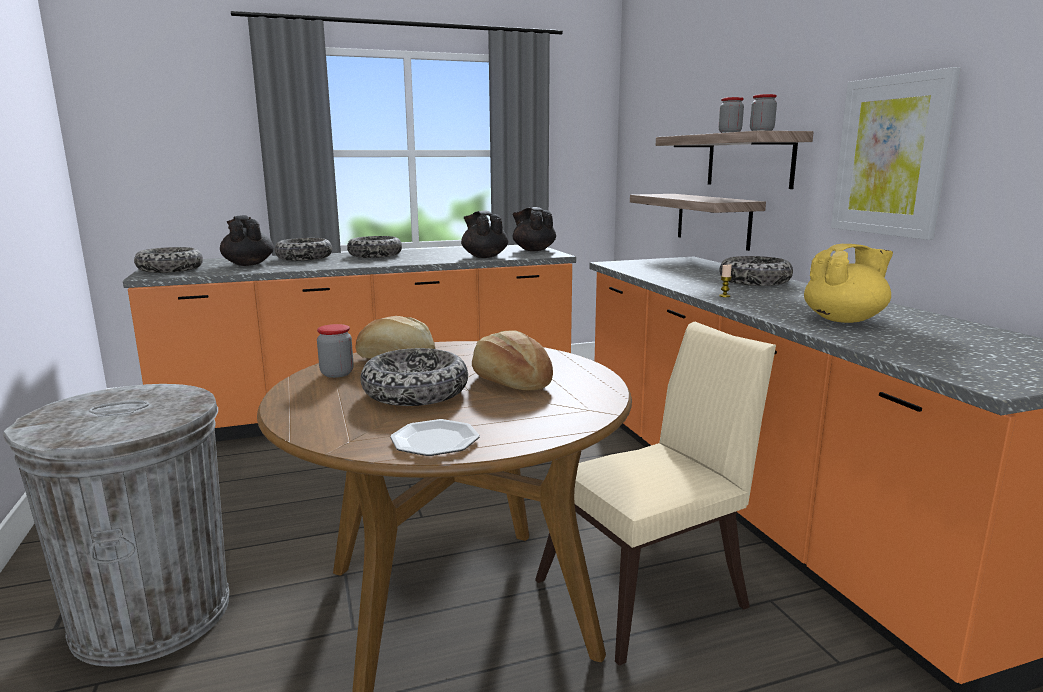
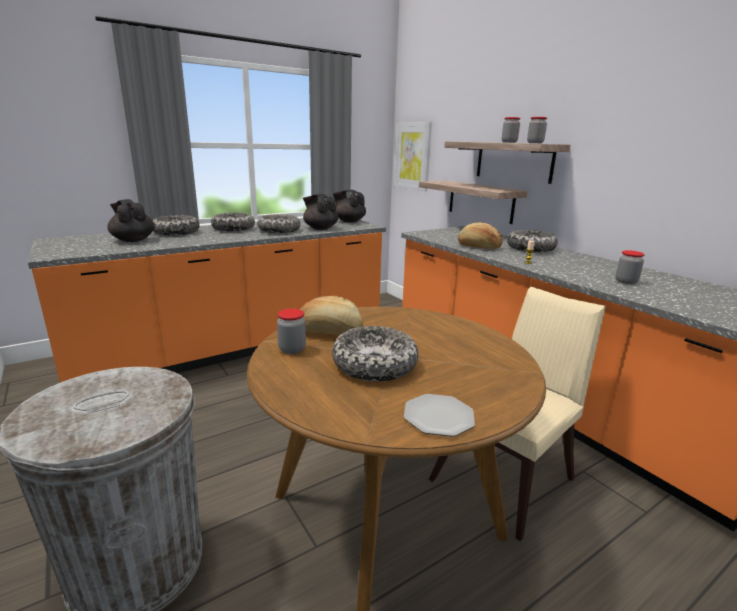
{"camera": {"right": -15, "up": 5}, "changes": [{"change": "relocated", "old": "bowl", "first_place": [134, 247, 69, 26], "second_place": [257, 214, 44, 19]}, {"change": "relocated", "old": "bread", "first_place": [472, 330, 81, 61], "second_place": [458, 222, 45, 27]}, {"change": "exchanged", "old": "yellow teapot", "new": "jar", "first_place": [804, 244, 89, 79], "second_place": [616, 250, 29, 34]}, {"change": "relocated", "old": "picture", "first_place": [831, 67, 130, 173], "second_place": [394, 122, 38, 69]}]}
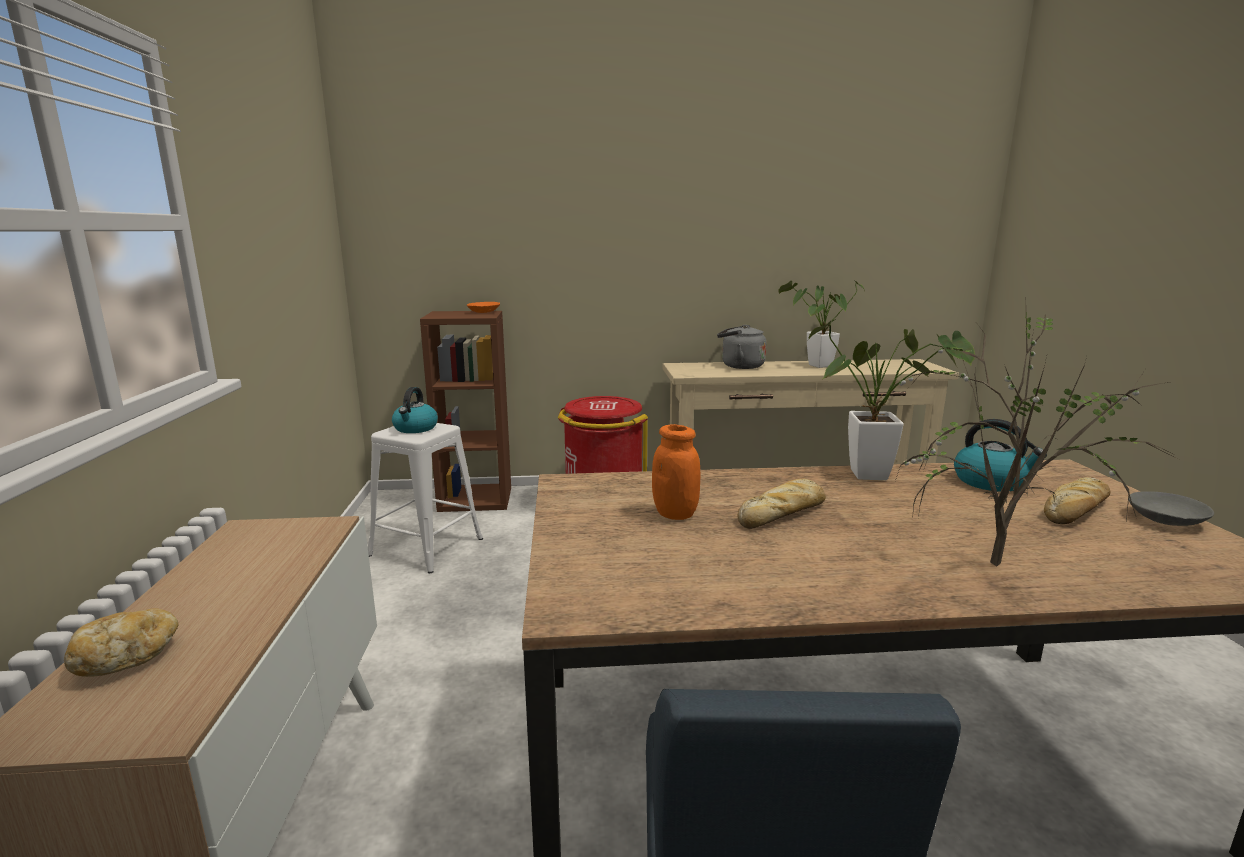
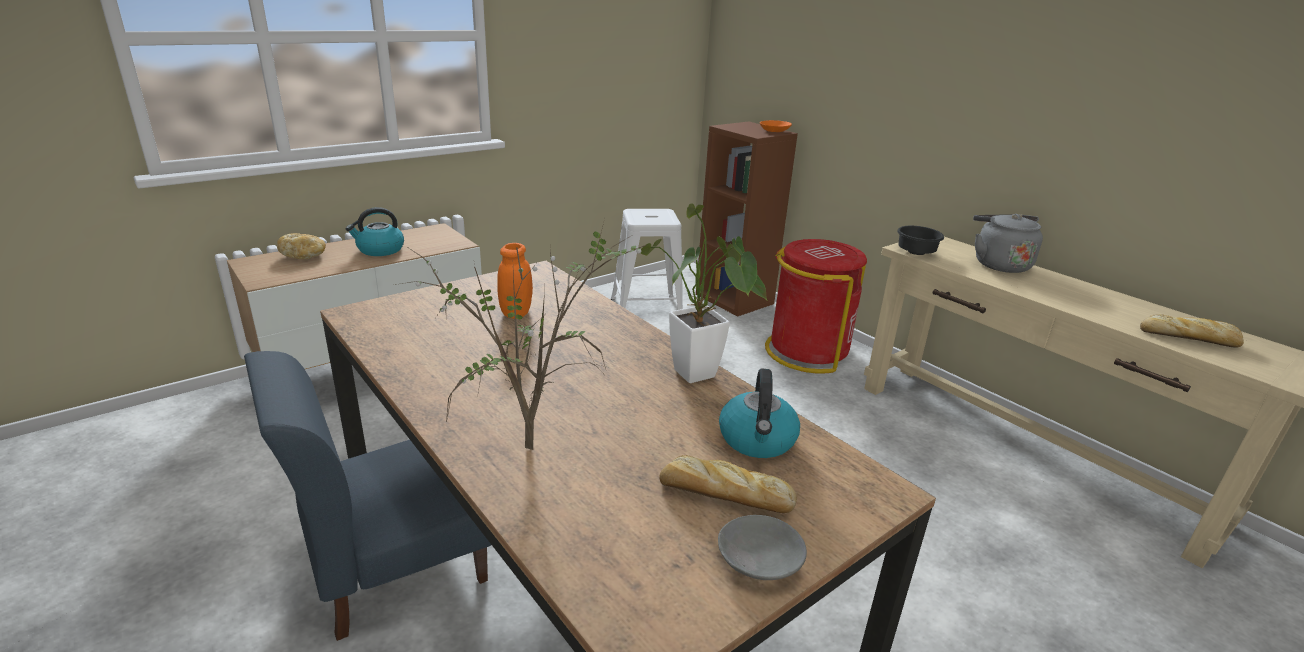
{"camera": {"right": 55, "up": 10}, "changes": [{"change": "relocated", "old": "kettle", "first_place": [392, 387, 46, 46], "second_place": [346, 207, 58, 49]}, {"change": "relocated", "old": "bread", "first_place": [737, 479, 89, 50], "second_place": [1140, 314, 104, 34]}, {"change": "missing", "old": "potted plant", "first_place": [778, 280, 87, 88]}, {"change": "appeared", "new": "black bowl", "second_place": [897, 226, 47, 29]}]}
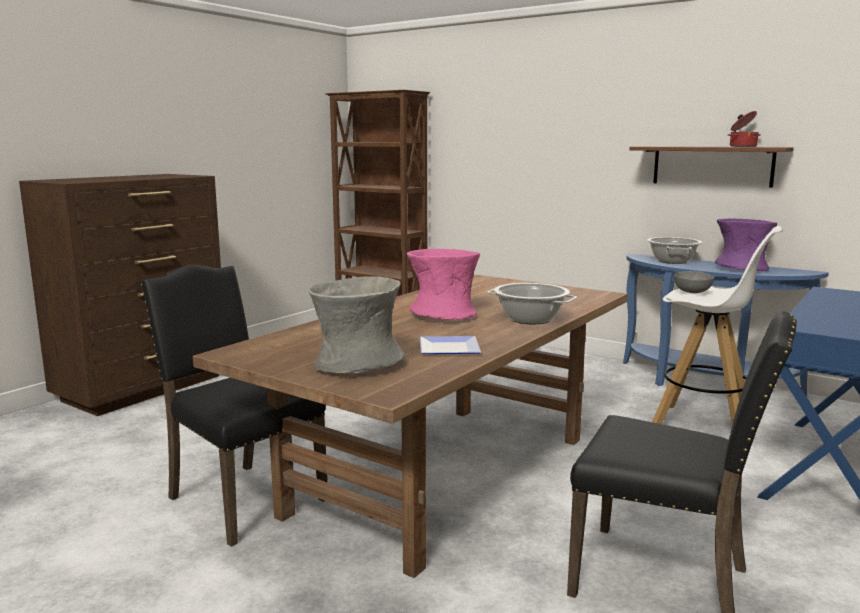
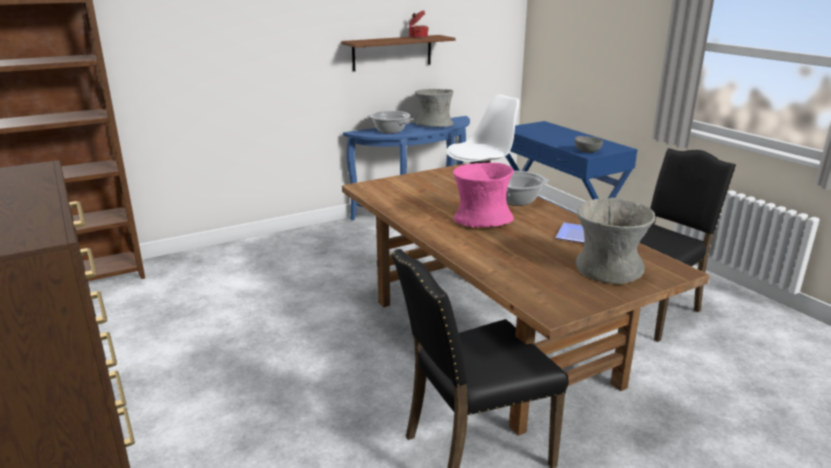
{"camera": {"right": -65, "up": 10}, "changes": [{"change": "relocated", "old": "grey bowl", "first_place": [674, 271, 40, 22], "second_place": [575, 136, 28, 17]}, {"change": "colour", "old": "purple vase", "new": "grey vase", "first_place": [715, 219, 62, 52], "second_place": [415, 89, 39, 38]}]}
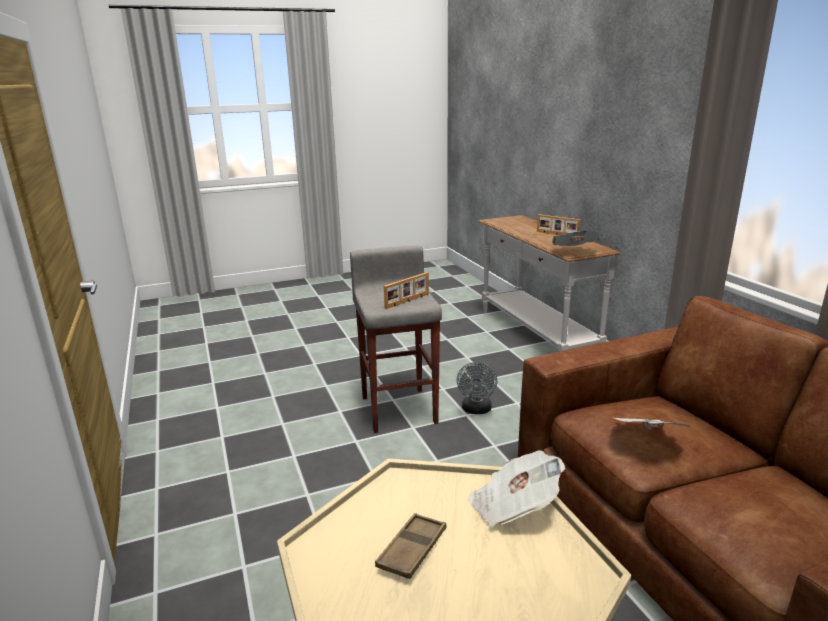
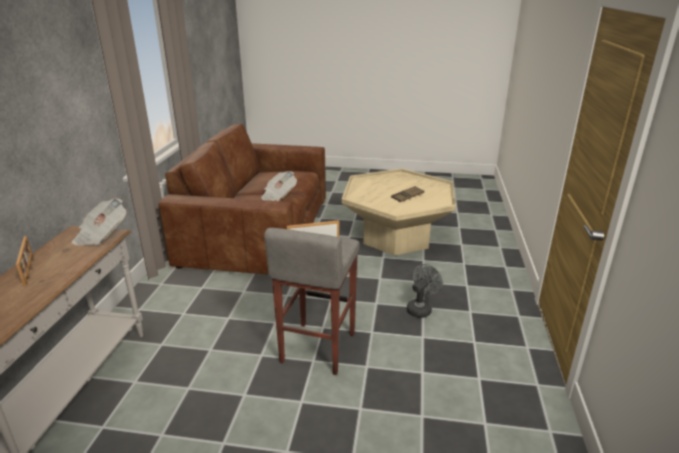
{"camera": {"right": -150, "up": 5}, "changes": [{"change": "relocated", "old": "grey fan", "first_place": [457, 362, 40, 52], "second_place": [407, 264, 36, 54]}, {"change": "missing", "old": "newspaper", "first_place": [468, 450, 97, 77]}]}
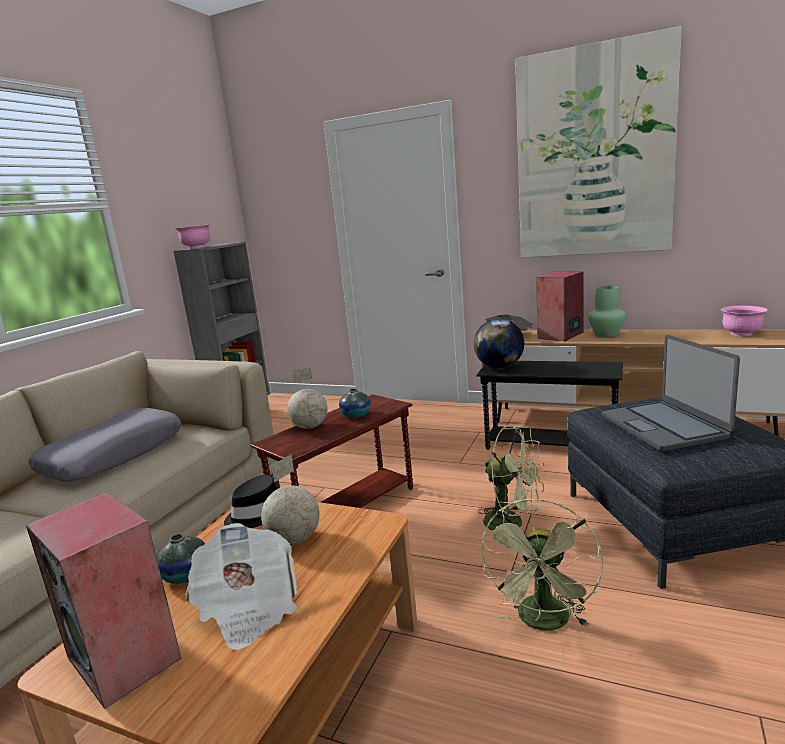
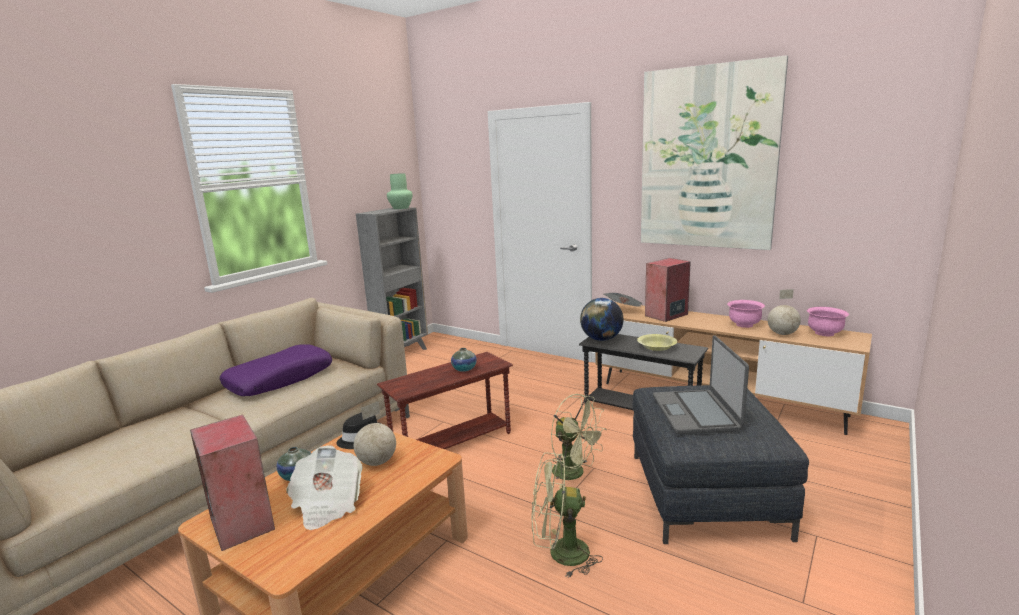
{"camera": {"right": 10, "up": 0}, "changes": [{"change": "colour", "old": "grey pillow", "new": "purple pillow", "first_place": [29, 408, 153, 74], "second_place": [220, 344, 112, 52]}, {"change": "relocated", "old": "pink bowl", "first_place": [175, 224, 35, 25], "second_place": [727, 300, 38, 28]}, {"change": "relocated", "old": "globe", "first_place": [287, 367, 40, 62], "second_place": [768, 289, 33, 46]}, {"change": "spun", "old": "green fan", "first_place": [481, 498, 122, 133], "second_place": [532, 452, 71, 126], "degrees": 60}, {"change": "relocated", "old": "green vase", "first_place": [588, 286, 38, 51], "second_place": [387, 173, 26, 36]}, {"change": "appeared", "new": "yellow bowl", "second_place": [637, 334, 40, 17]}]}
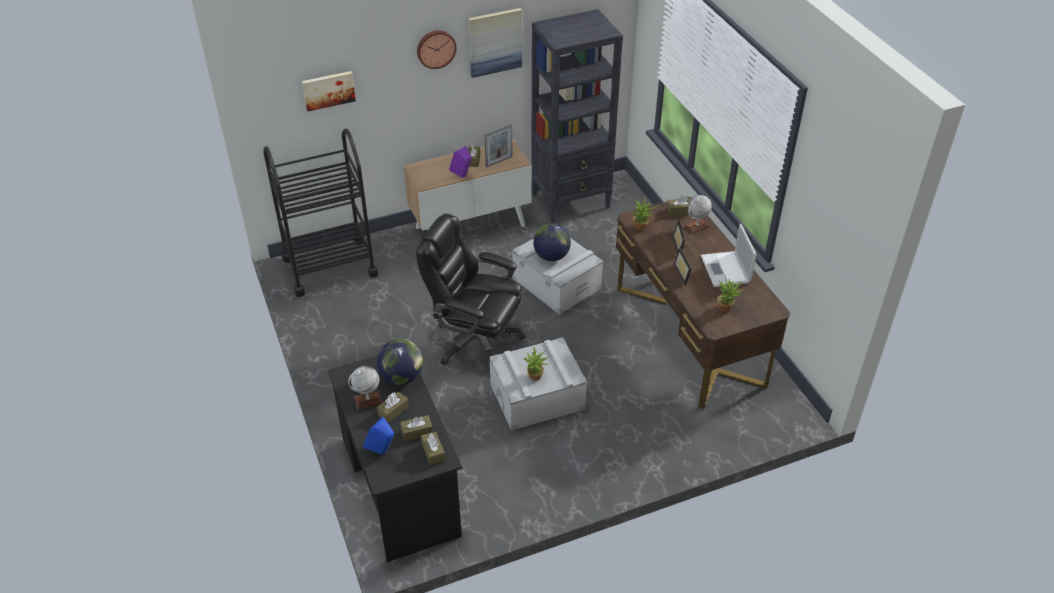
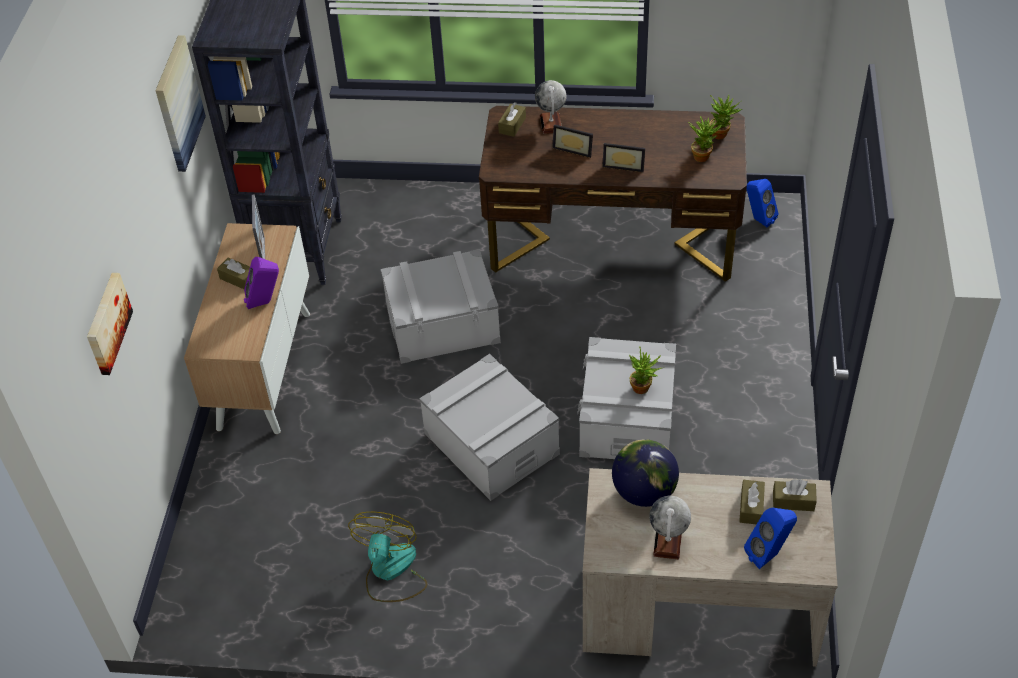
{"camera": {"right": -60, "up": 5}, "changes": [{"change": "missing", "old": "black cart", "first_place": [263, 129, 115, 168]}, {"change": "colour", "old": "black desk", "new": "beige desk", "first_place": [328, 356, 134, 206], "second_place": [583, 468, 255, 199]}, {"change": "missing", "old": "brown tissue box", "first_place": [377, 391, 32, 32]}, {"change": "exchanged", "old": "black office chair", "new": "grey storage box", "first_place": [416, 214, 109, 151], "second_place": [419, 354, 141, 147]}, {"change": "missing", "old": "wall clock", "first_place": [417, 30, 40, 39]}, {"change": "missing", "old": "globe", "first_place": [533, 224, 38, 37]}, {"change": "relocated", "old": "potted plant", "first_place": [631, 196, 26, 35], "second_place": [710, 95, 32, 44]}, {"change": "missing", "old": "laptop", "first_place": [701, 224, 55, 63]}, {"change": "appeared", "new": "fan", "second_place": [348, 512, 79, 90]}, {"change": "appeared", "new": "blue speaker", "second_place": [746, 179, 32, 48]}]}
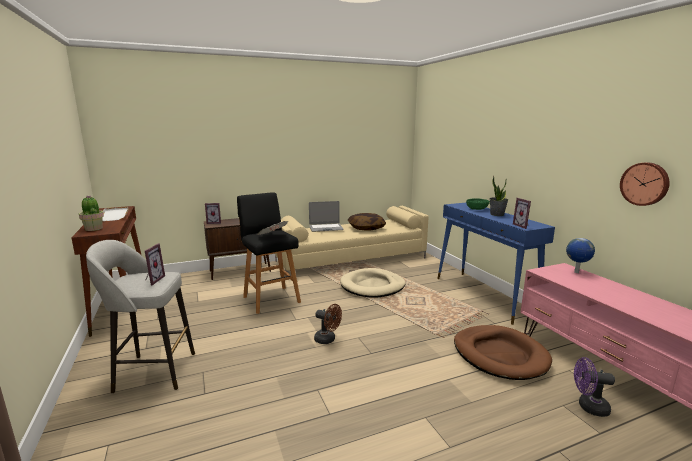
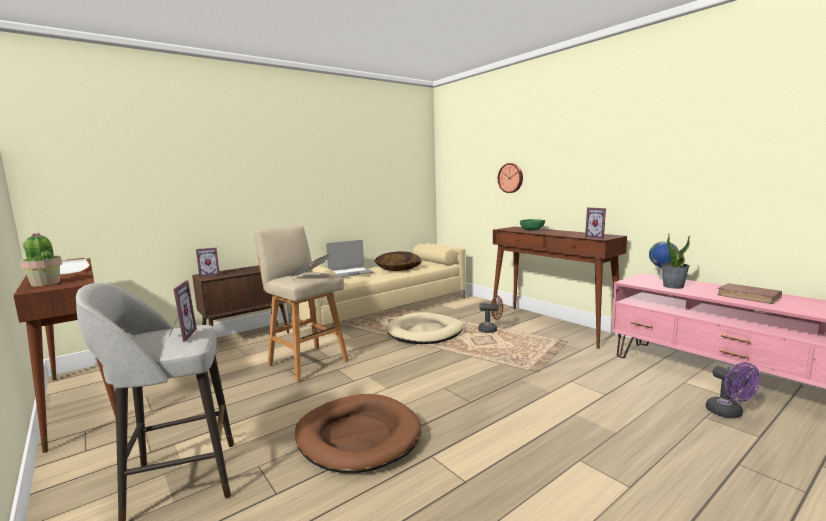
{"camera": {"right": -15, "up": -5}, "changes": [{"change": "colour", "old": "black stool", "new": "beige stool", "first_place": [237, 192, 64, 122], "second_place": [254, 225, 95, 157]}, {"change": "relocated", "old": "brown fan", "first_place": [314, 304, 28, 40], "second_place": [478, 295, 25, 38]}, {"change": "colour", "old": "blue console table", "new": "brown console table", "first_place": [437, 203, 118, 122], "second_place": [491, 227, 136, 122]}, {"change": "relocated", "old": "brown dog bed", "first_place": [454, 325, 98, 55], "second_place": [295, 394, 127, 79]}, {"change": "relocated", "old": "potted plant", "first_place": [490, 176, 18, 40], "second_place": [661, 234, 29, 55]}, {"change": "spun", "old": "purple fan", "first_place": [574, 357, 41, 60], "second_place": [706, 362, 55, 56], "degrees": -105}, {"change": "relocated", "old": "wall clock", "first_place": [620, 162, 50, 44], "second_place": [498, 163, 25, 30]}, {"change": "appeared", "new": "brown book", "second_place": [717, 283, 65, 21]}]}
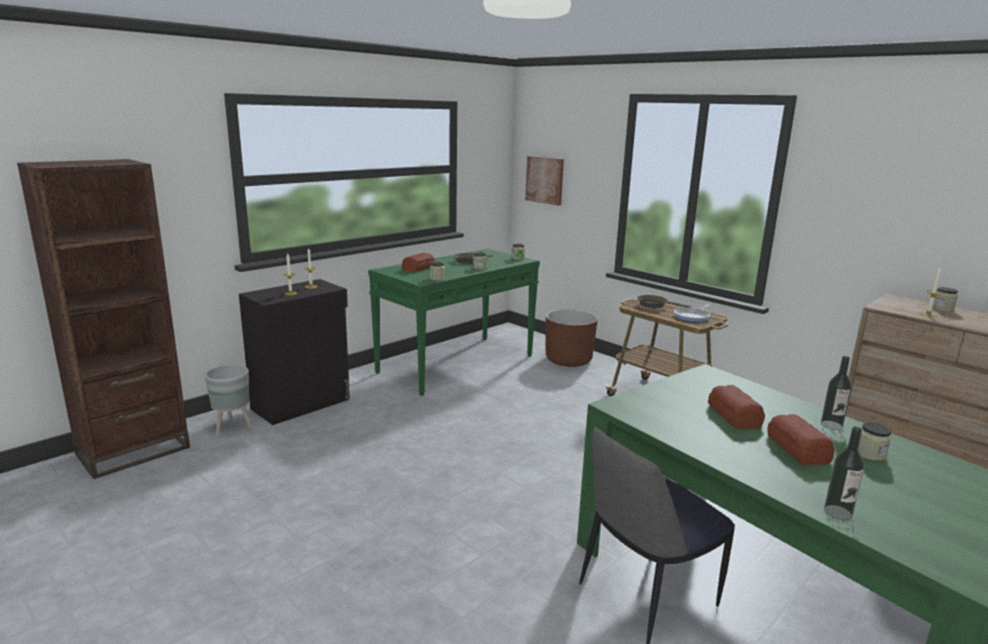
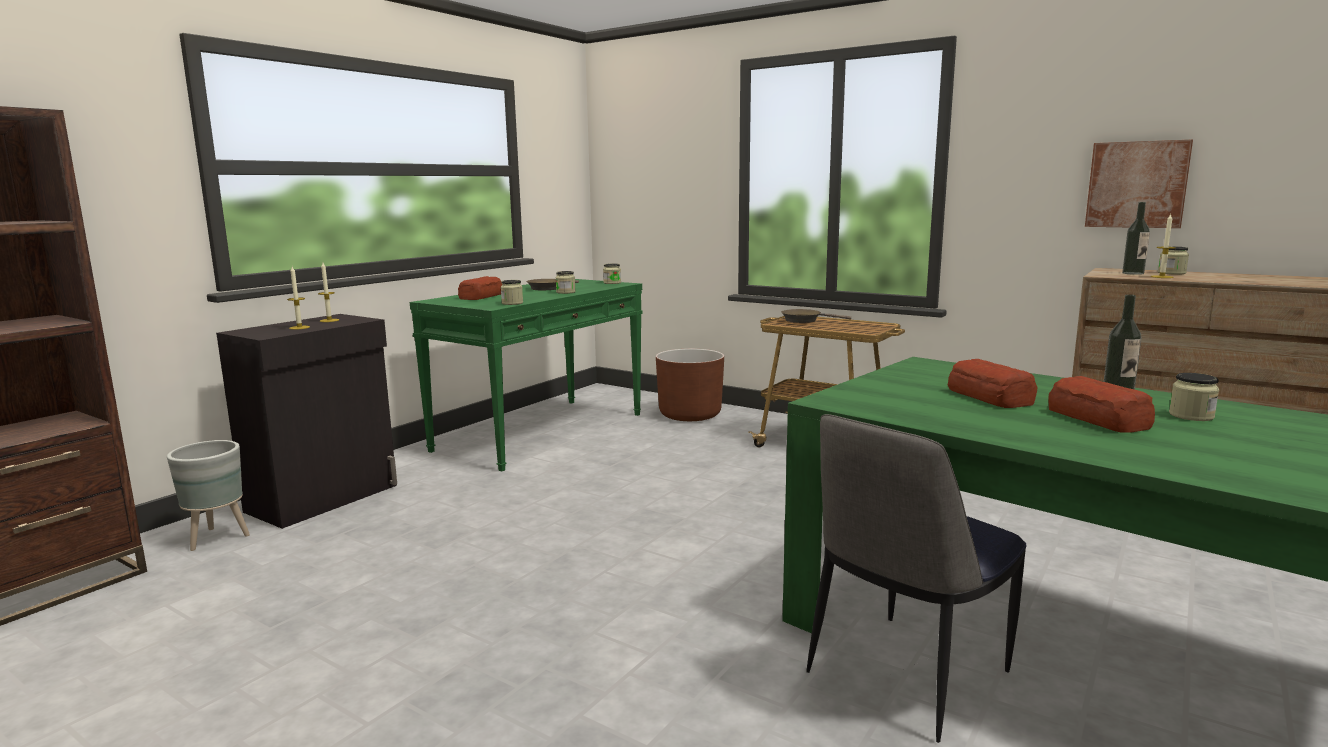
{"camera": {"right": -10, "up": -5}, "changes": [{"change": "relocated", "old": "picture", "first_place": [525, 156, 39, 50], "second_place": [1085, 139, 108, 89]}, {"change": "missing", "old": "frying pan", "first_place": [674, 304, 36, 18]}, {"change": "relocated", "old": "bottle", "first_place": [824, 427, 40, 93], "second_place": [1122, 202, 28, 73]}]}
